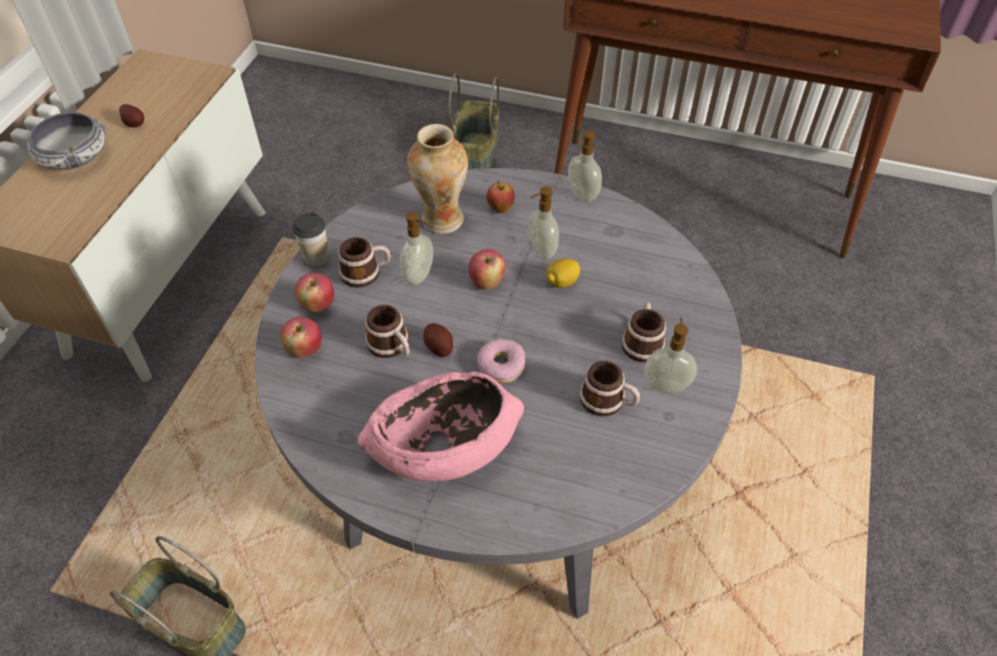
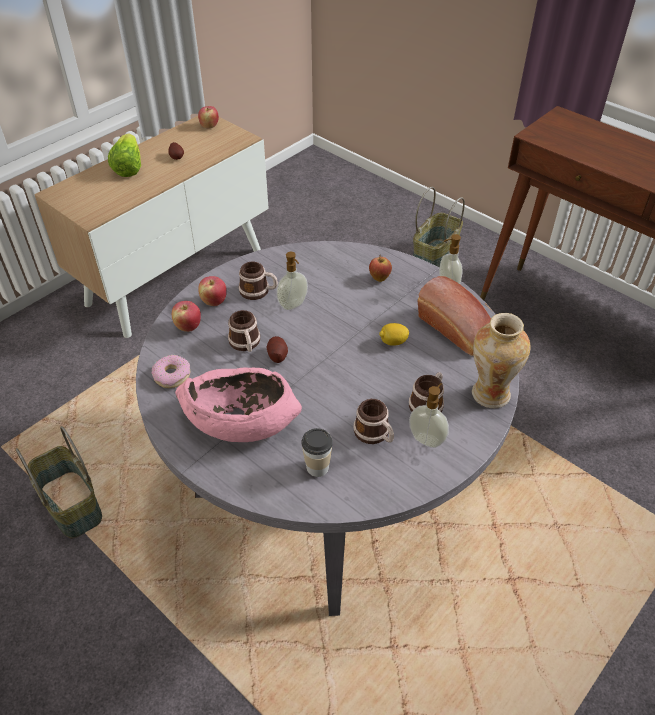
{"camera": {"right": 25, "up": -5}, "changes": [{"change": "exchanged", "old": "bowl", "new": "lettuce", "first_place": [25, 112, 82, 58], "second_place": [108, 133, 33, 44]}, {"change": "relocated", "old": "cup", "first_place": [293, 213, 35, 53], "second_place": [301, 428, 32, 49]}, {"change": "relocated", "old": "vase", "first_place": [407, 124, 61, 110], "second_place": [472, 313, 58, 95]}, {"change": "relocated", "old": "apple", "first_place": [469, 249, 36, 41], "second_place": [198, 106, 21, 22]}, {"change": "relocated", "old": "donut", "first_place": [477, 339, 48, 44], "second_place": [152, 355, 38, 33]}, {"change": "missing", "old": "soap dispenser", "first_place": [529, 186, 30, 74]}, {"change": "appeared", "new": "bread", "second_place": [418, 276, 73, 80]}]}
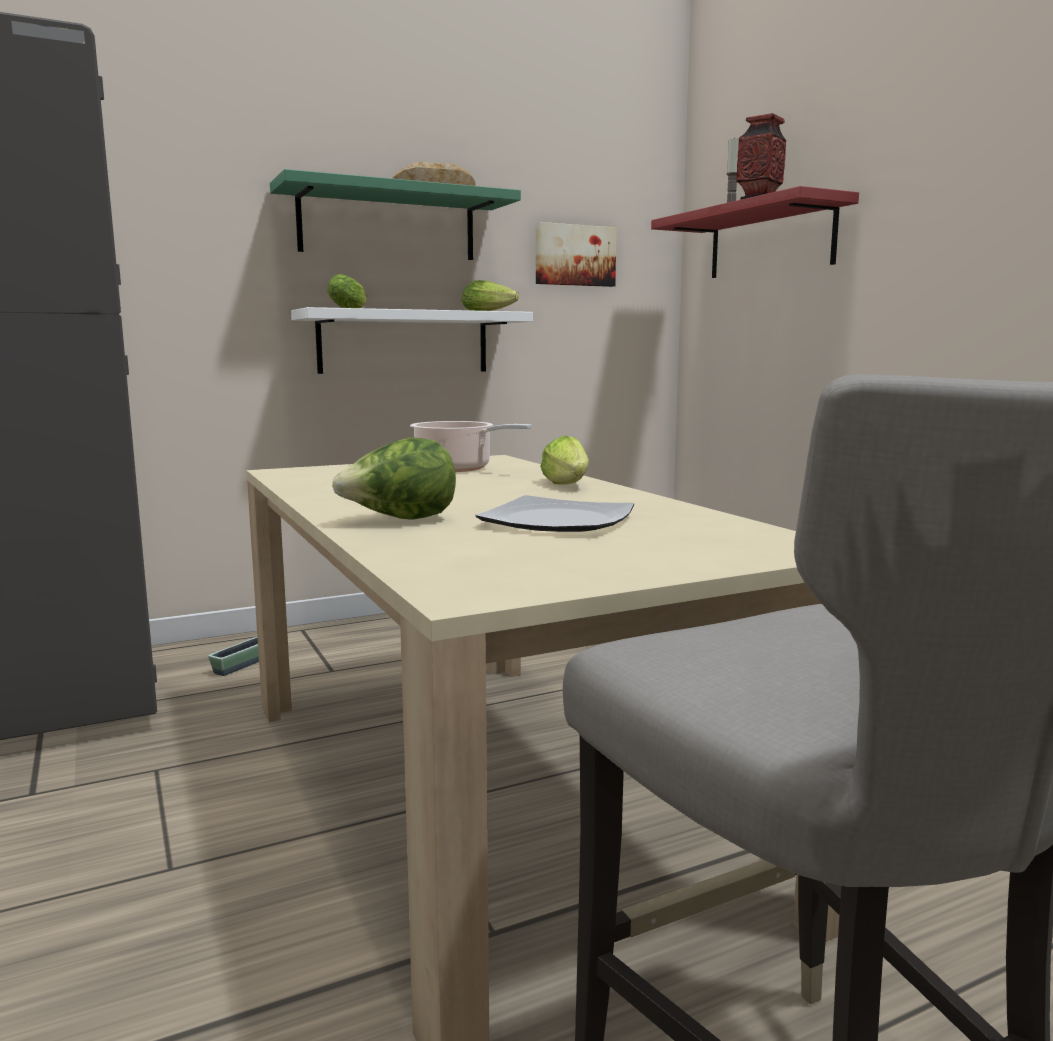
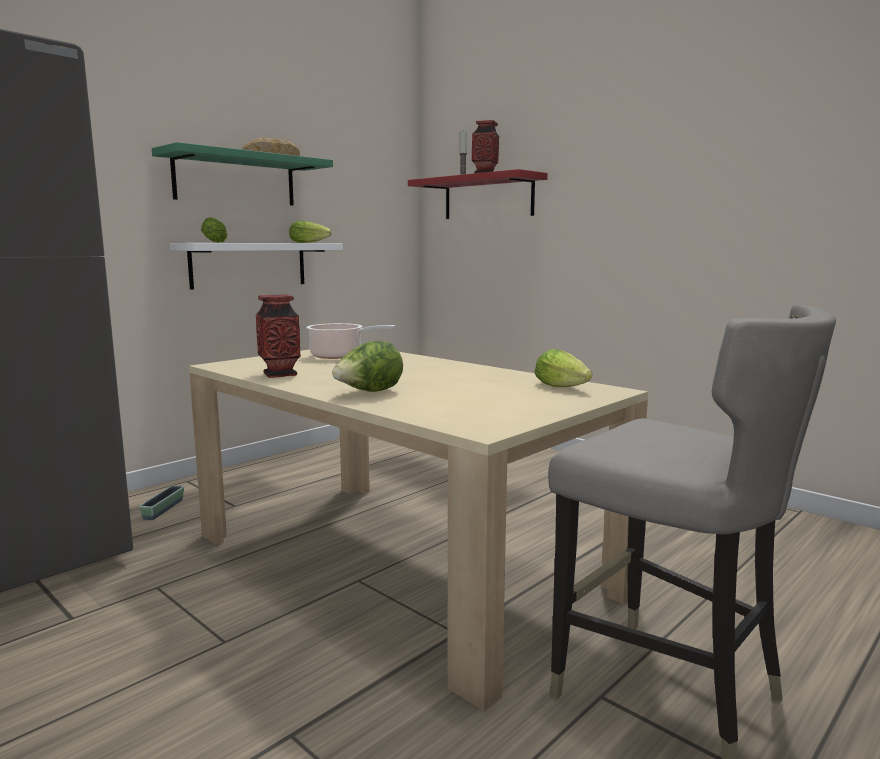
{"camera": {"right": -20, "up": 0}, "changes": [{"change": "missing", "old": "plate", "first_place": [475, 495, 159, 37]}, {"change": "missing", "old": "picture", "first_place": [536, 222, 81, 65]}, {"change": "relocated", "old": "lettuce", "first_place": [540, 435, 49, 50], "second_place": [534, 349, 58, 38]}, {"change": "appeared", "new": "vase", "second_place": [256, 294, 45, 84]}]}
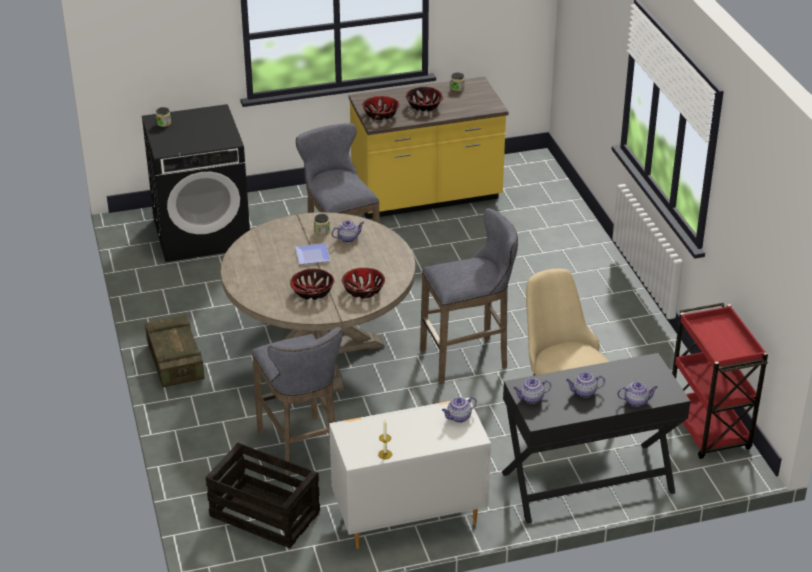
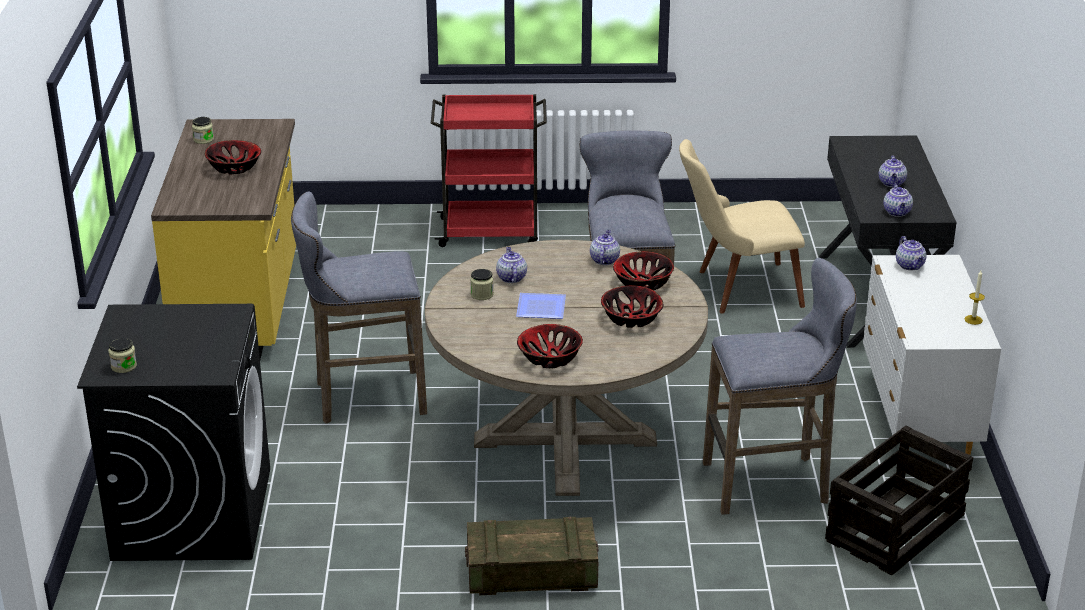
{"camera": {"right": -75, "up": -5}, "changes": [{"change": "relocated", "old": "bowl", "first_place": [362, 96, 37, 24], "second_place": [517, 324, 66, 45]}, {"change": "relocated", "old": "teapot", "first_place": [617, 382, 41, 25], "second_place": [590, 230, 30, 35]}, {"change": "relocated", "old": "red cart", "first_place": [672, 303, 96, 156], "second_place": [431, 94, 116, 153]}]}
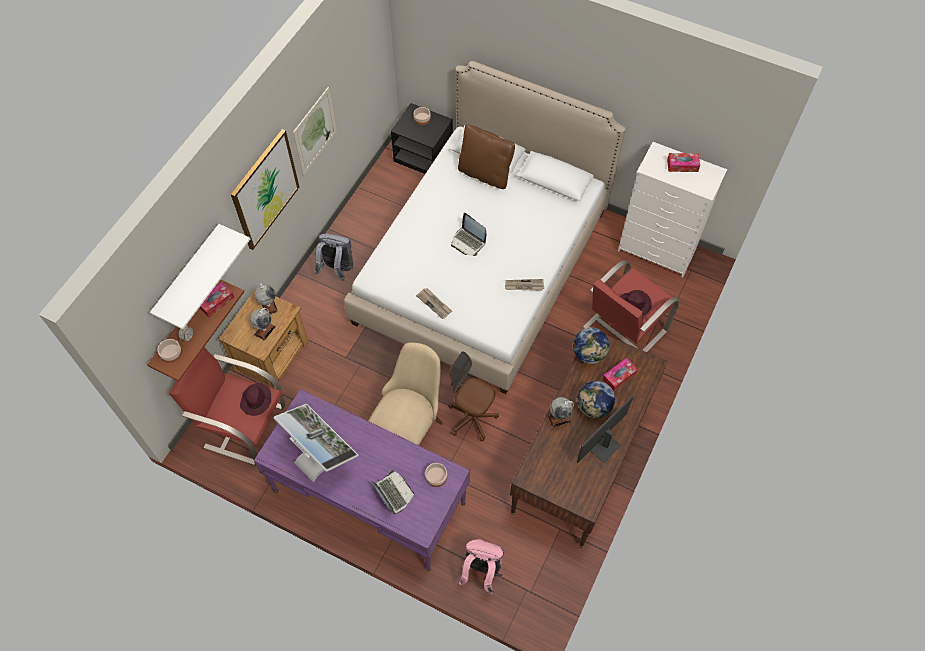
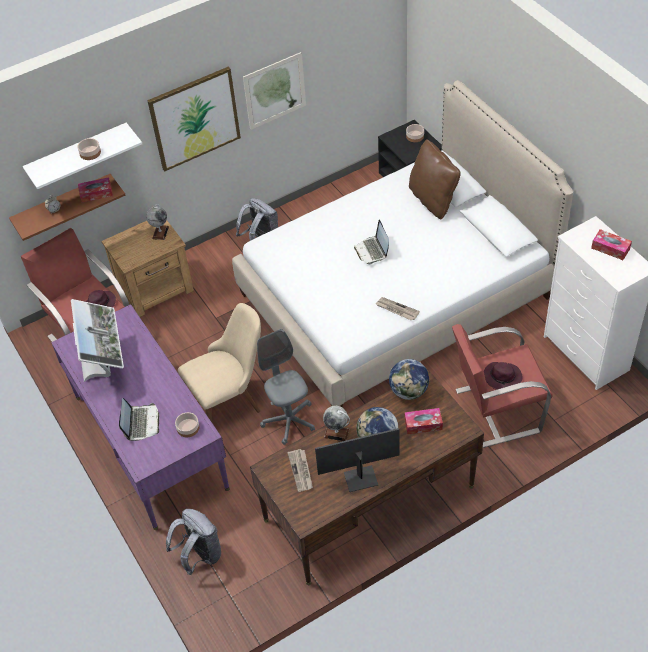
{"camera": {"right": 35, "up": -10}, "changes": [{"change": "relocated", "old": "bowl", "first_place": [157, 339, 25, 24], "second_place": [77, 138, 24, 22]}, {"change": "missing", "old": "globe", "first_place": [250, 308, 26, 33]}, {"change": "relocated", "old": "newspaper", "first_place": [416, 288, 36, 31], "second_place": [288, 449, 25, 43]}, {"change": "colour", "old": "brown office chair", "new": "grey office chair", "first_place": [448, 352, 51, 89], "second_place": [257, 329, 58, 116]}, {"change": "colour", "old": "pink backpack", "new": "grey backpack", "first_place": [458, 539, 46, 55], "second_place": [166, 509, 55, 66]}]}
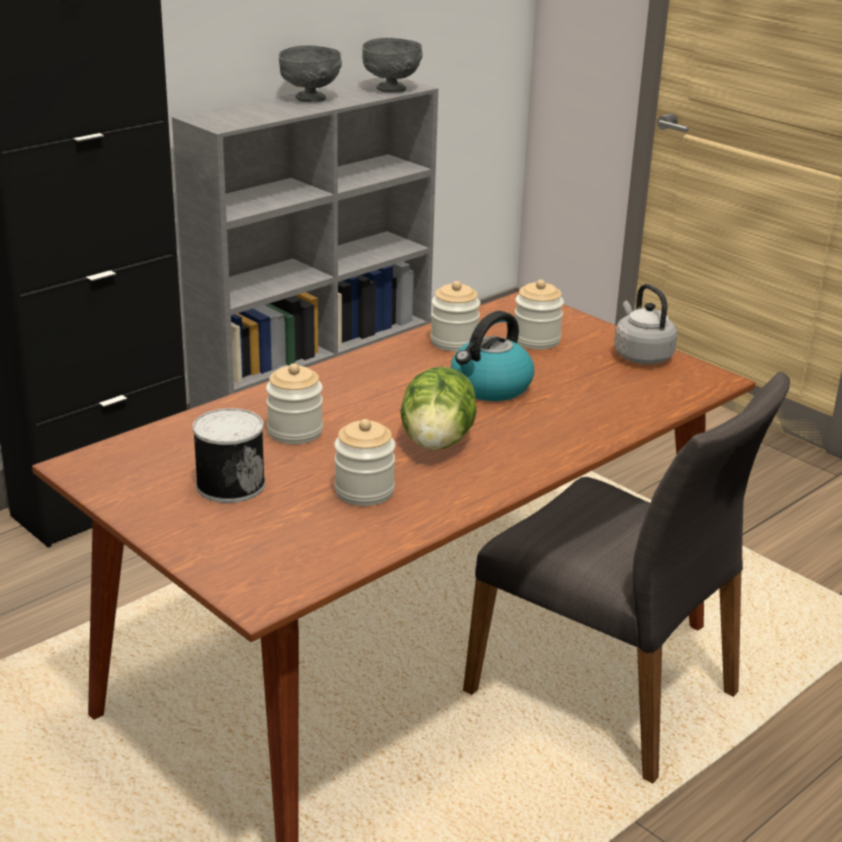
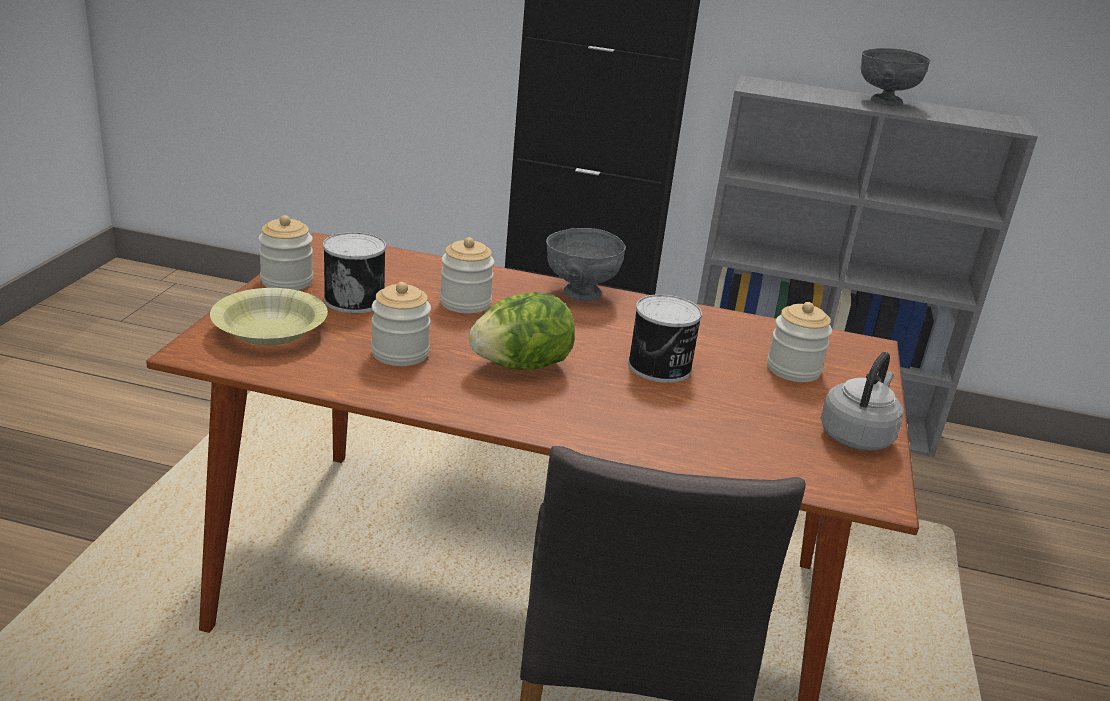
{"camera": {"right": 55, "up": 0}, "changes": [{"change": "relocated", "old": "grey bowl", "first_place": [362, 38, 61, 55], "second_place": [546, 228, 80, 73]}, {"change": "relocated", "old": "jar", "first_place": [430, 281, 50, 70], "second_place": [258, 215, 55, 75]}, {"change": "exchanged", "old": "kettle", "new": "can", "first_place": [451, 311, 83, 90], "second_place": [628, 294, 74, 89]}, {"change": "appeared", "new": "yellow bowl", "second_place": [210, 288, 118, 57]}]}
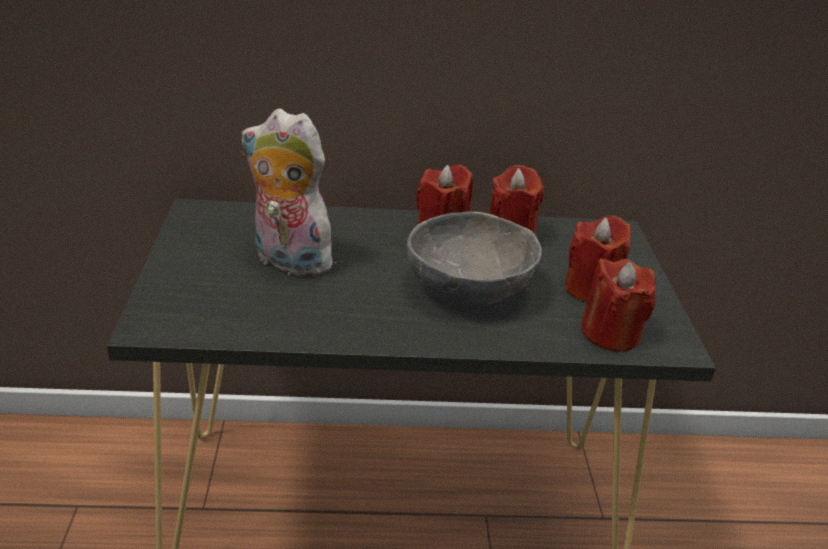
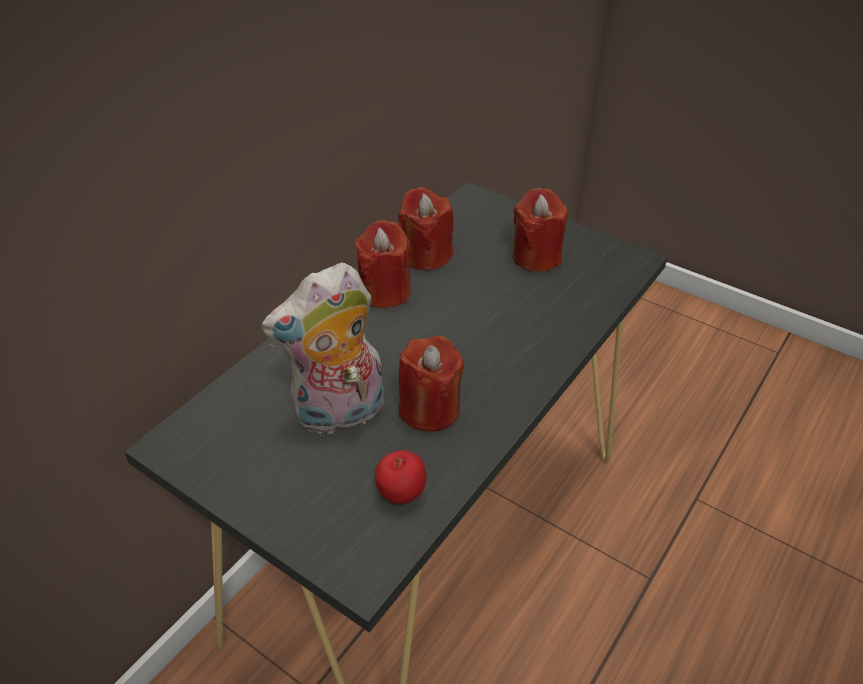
{"camera": {"right": -50, "up": 10}, "changes": [{"change": "missing", "old": "grey bowl", "first_place": [407, 212, 135, 94]}, {"change": "relocated", "old": "red candle", "first_place": [582, 258, 74, 94], "second_place": [399, 336, 66, 96]}, {"change": "appeared", "new": "apple", "second_place": [375, 450, 51, 54]}]}
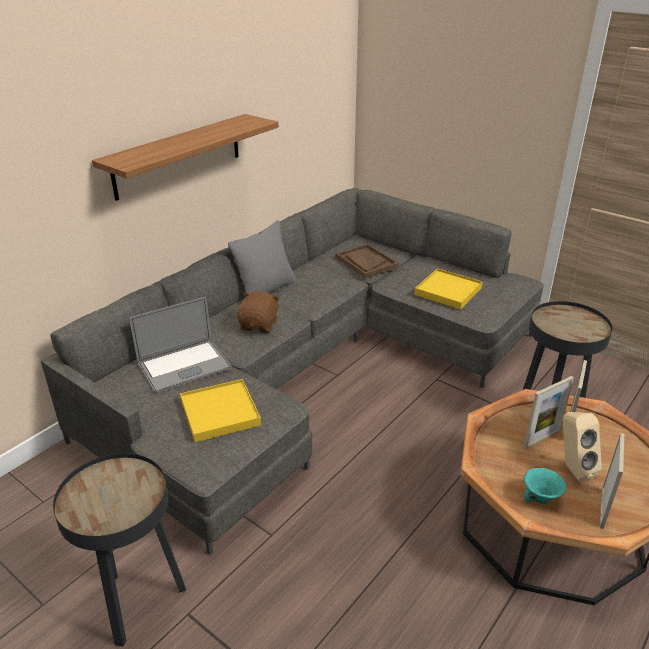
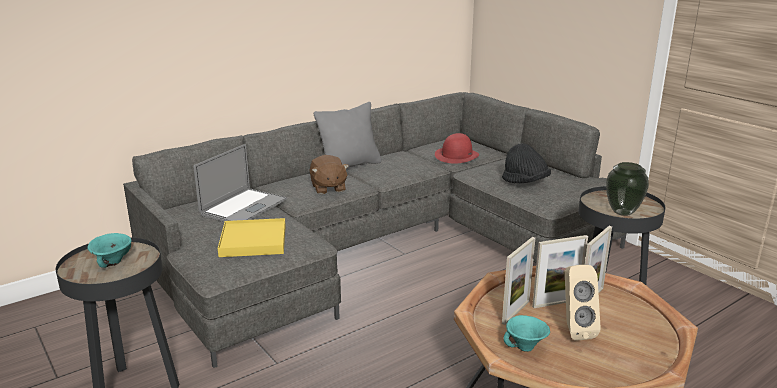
{"camera": {"right": 15, "up": -10}, "changes": [{"change": "missing", "old": "shelf", "first_place": [92, 114, 187, 87]}, {"change": "spun", "old": "laptop", "first_place": [129, 296, 103, 98], "second_place": [193, 144, 94, 78], "degrees": -45}, {"change": "spun", "old": "brown plush toy", "first_place": [237, 291, 43, 42], "second_place": [310, 155, 39, 39], "degrees": 135}, {"change": "exchanged", "old": "brown tray", "new": "red hat", "first_place": [335, 244, 64, 34], "second_place": [435, 133, 44, 31]}, {"change": "exchanged", "old": "yellow tray", "new": "black hat", "first_place": [414, 268, 68, 42], "second_place": [502, 143, 49, 41]}, {"change": "relocated", "old": "picture frame", "first_place": [600, 433, 24, 96], "second_place": [502, 237, 33, 88]}, {"change": "appeared", "new": "turquoise bowl", "second_place": [87, 233, 45, 35]}, {"change": "appeared", "new": "vase", "second_place": [606, 162, 43, 54]}]}
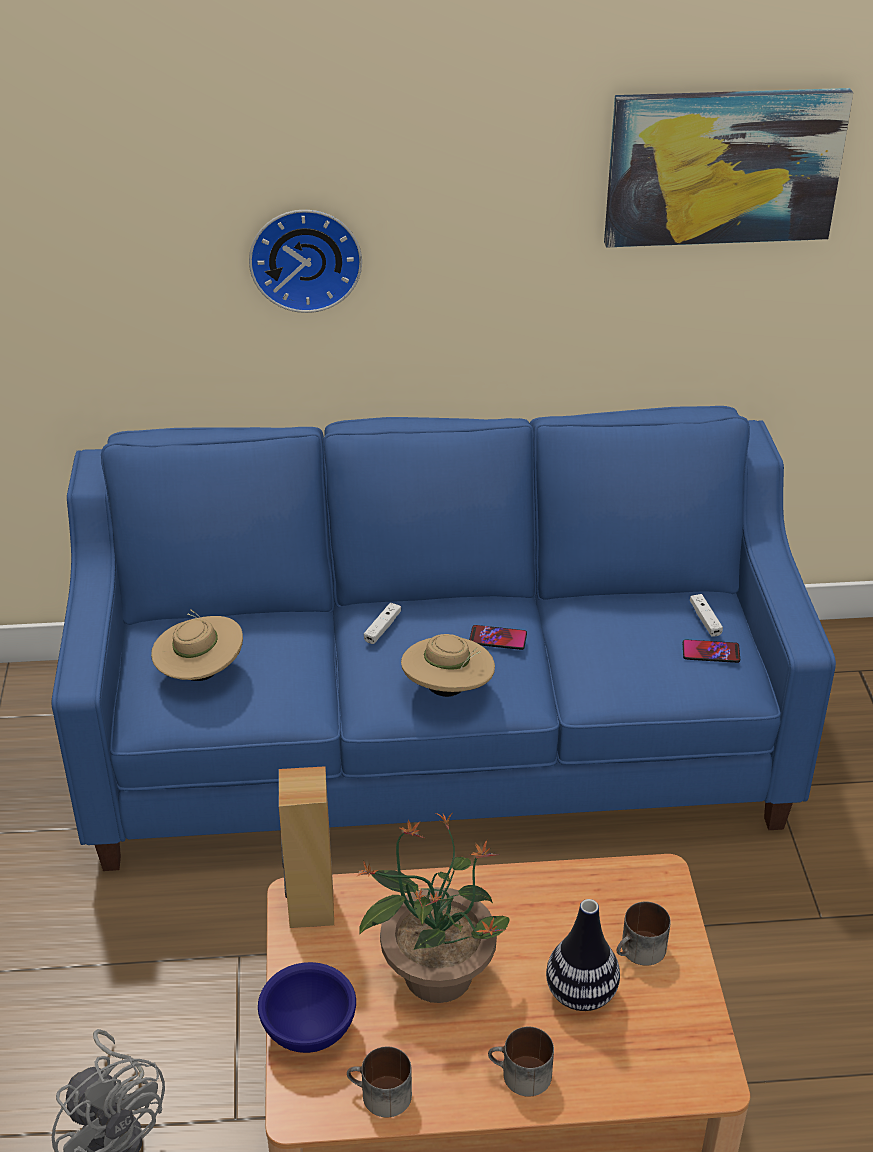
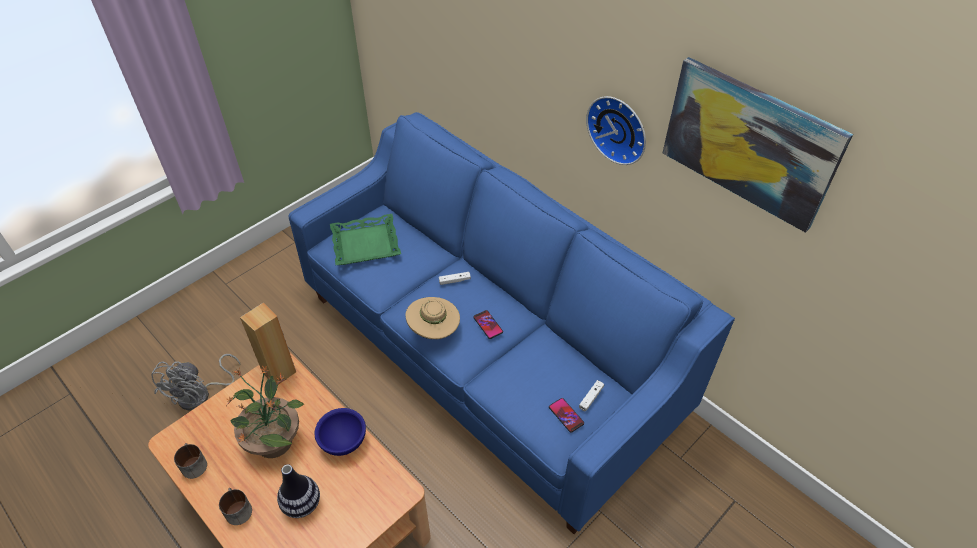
{"camera": {"right": 50, "up": 10}, "changes": [{"change": "exchanged", "old": "beige hat", "new": "green tray", "first_place": [151, 609, 92, 72], "second_place": [330, 214, 71, 51]}, {"change": "relocated", "old": "wall clock", "first_place": [249, 210, 113, 103], "second_place": [586, 96, 60, 69]}, {"change": "relocated", "old": "blue bowl", "first_place": [258, 962, 98, 91], "second_place": [314, 408, 52, 48]}, {"change": "missing", "old": "mug", "first_place": [616, 901, 55, 65]}]}
